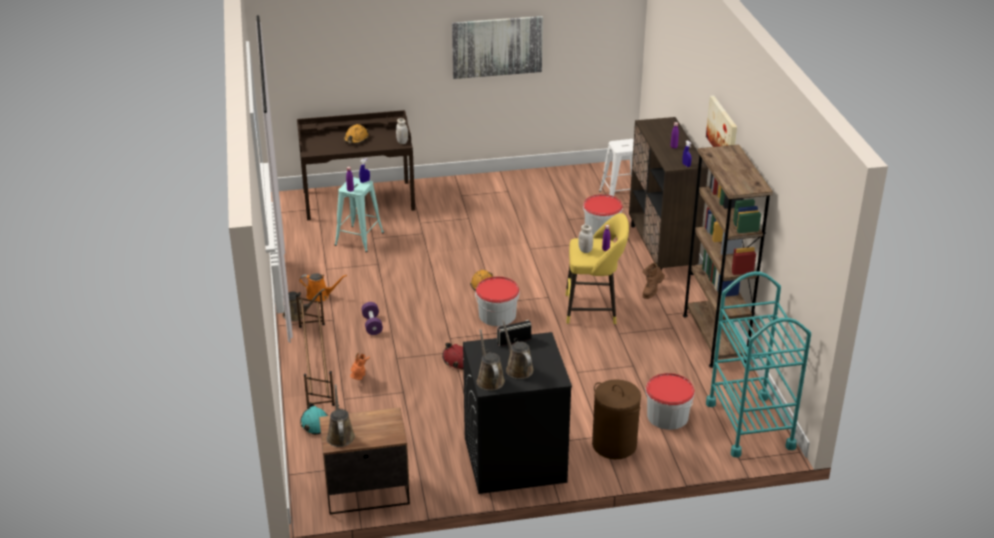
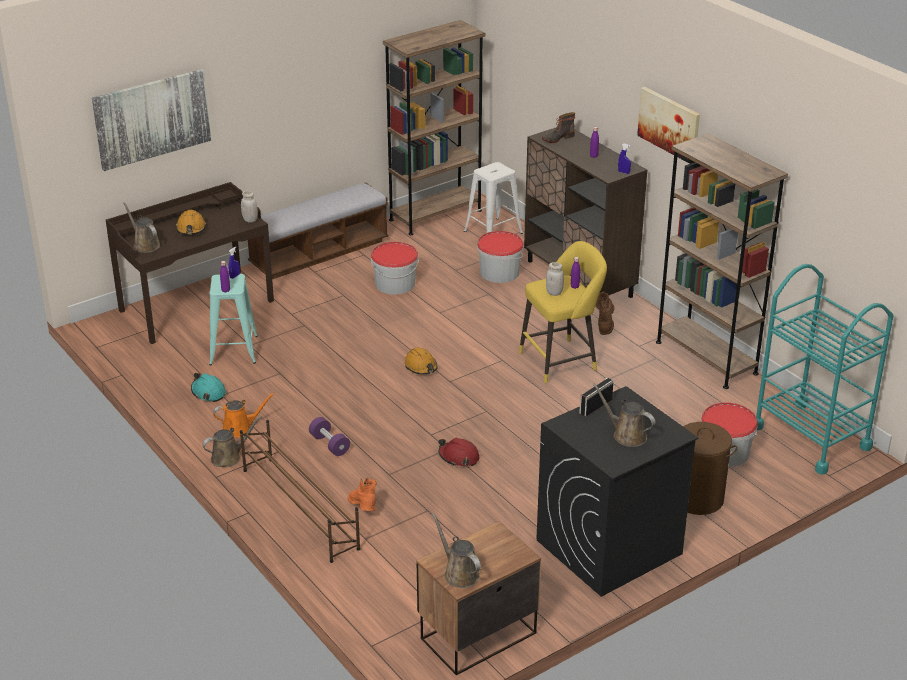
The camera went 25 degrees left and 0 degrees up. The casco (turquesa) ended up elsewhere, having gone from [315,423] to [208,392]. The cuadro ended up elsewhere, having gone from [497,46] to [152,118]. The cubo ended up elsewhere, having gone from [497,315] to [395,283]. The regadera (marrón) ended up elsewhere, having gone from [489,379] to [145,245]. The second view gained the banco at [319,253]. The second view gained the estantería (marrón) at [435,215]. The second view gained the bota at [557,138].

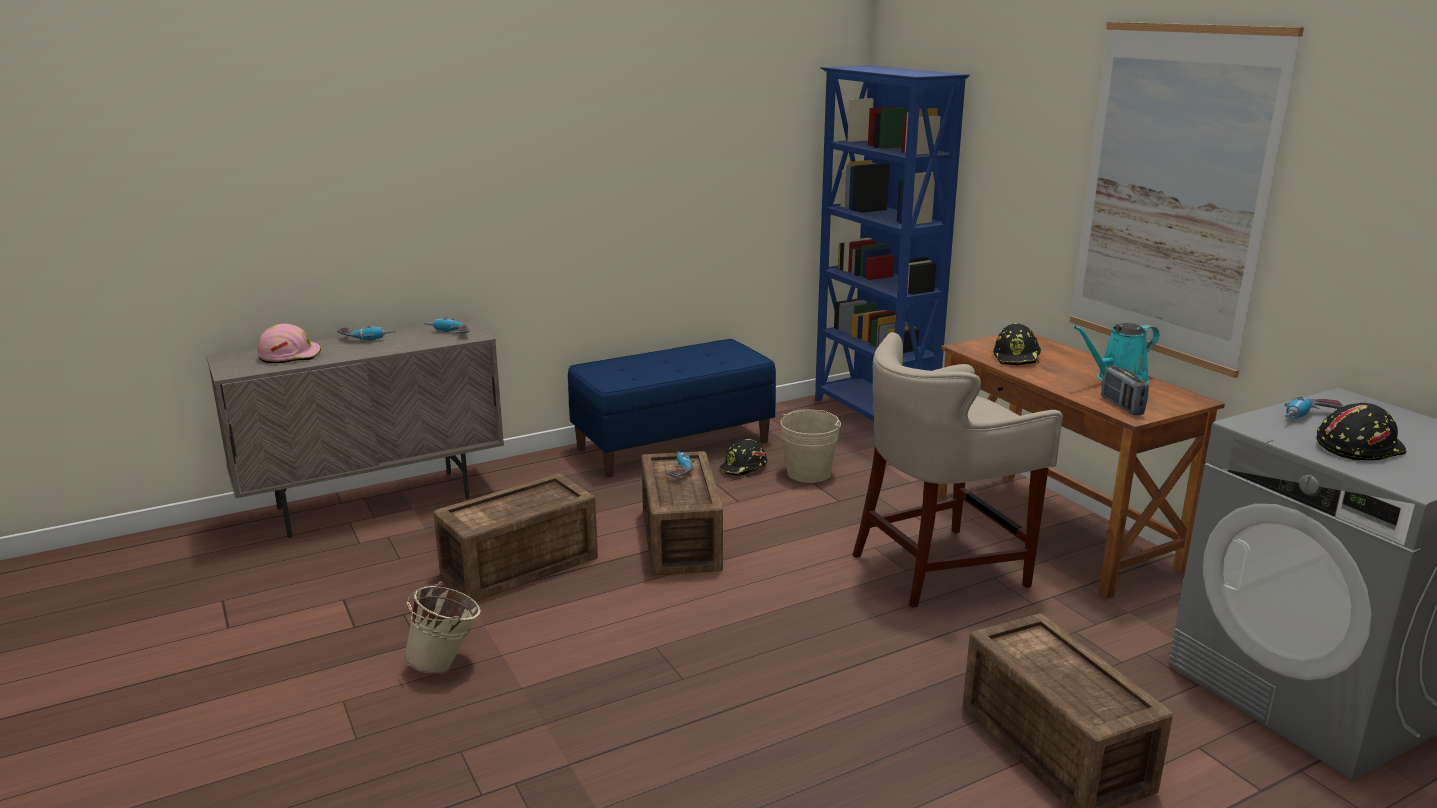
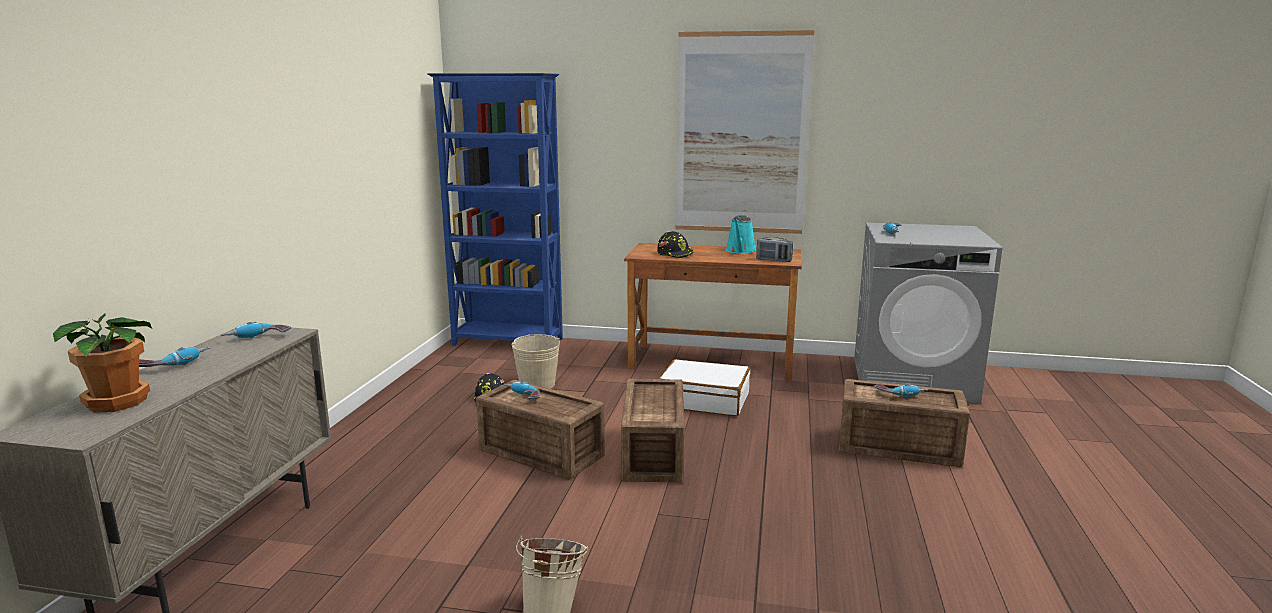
The camera went 50 degrees left and 5 degrees down. Where the casco (rosa) stood at [290,356], the planta en maceta came to stand at [120,402]. The caja de embalaje ended up elsewhere, having gone from [523,566] to [655,453]. The second view lost the banco (azul) at [673,444]. Where the taburete (beis) stood at [940,568], the maleta (blanco) came to stand at [704,400]. The second view lost the casco (negro) at [1357,447]. The second view gained the taladro at [900,394].

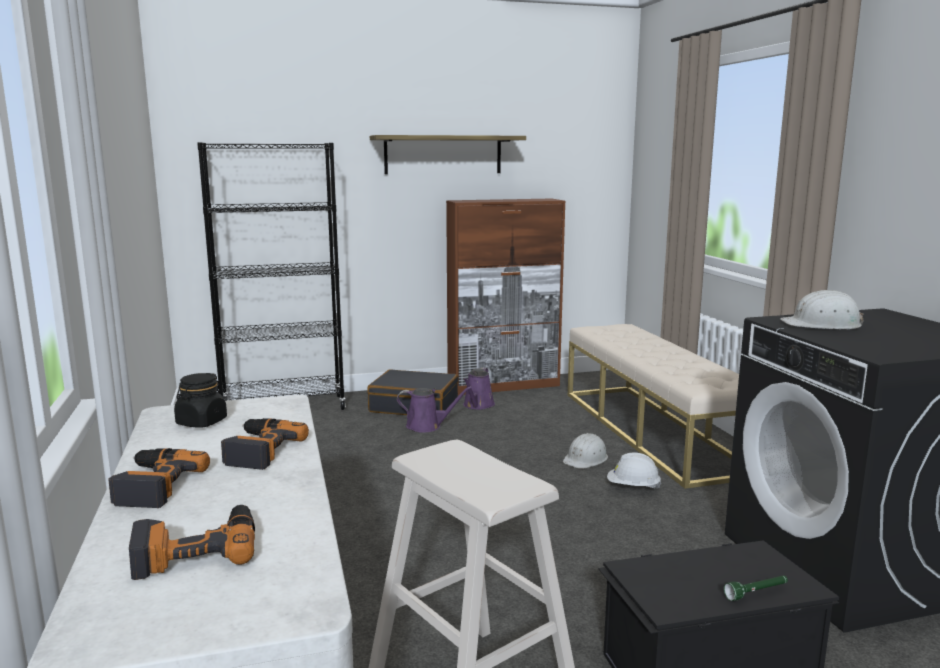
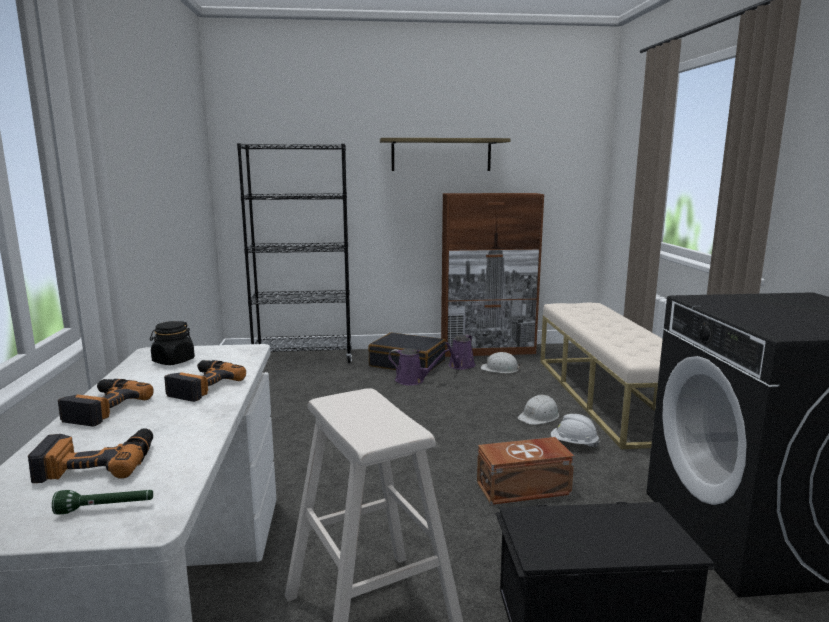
The camera went 10 degrees right and 0 degrees up. The linterna (verde) ended up elsewhere, having gone from [757,593] to [106,508]. The casco (blanco) ended up elsewhere, having gone from [822,324] to [500,369]. The second view gained the caja de almacenaje (marrón) at [525,489].

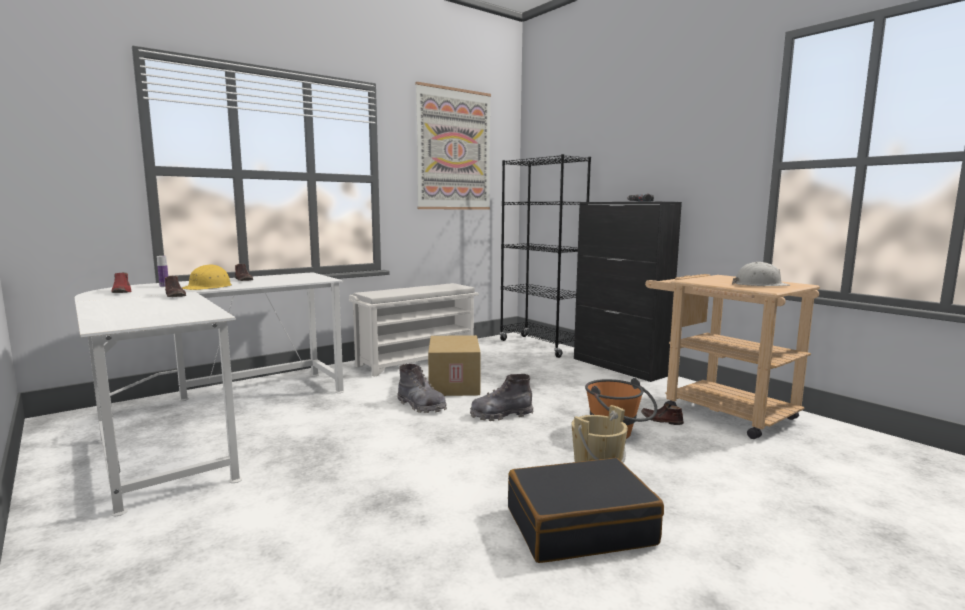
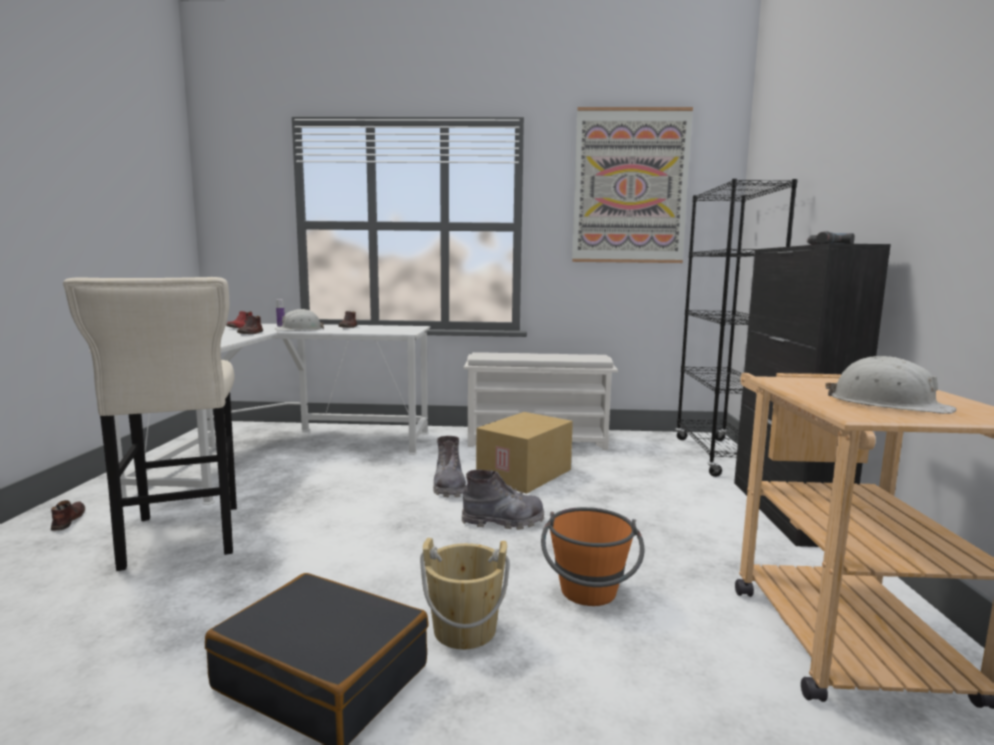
The camera went 40 degrees right and 0 degrees up. What was the casco (amarillo) at [208,287] turned into the casco (blanco) at [299,330]. The bota (gris) at [501,415] ended up facing another way, 150 degrees clockwise from before. The zapato (marrón) ended up elsewhere, having gone from [661,420] to [67,520]. The second view gained the taburete (beis) at [182,539].

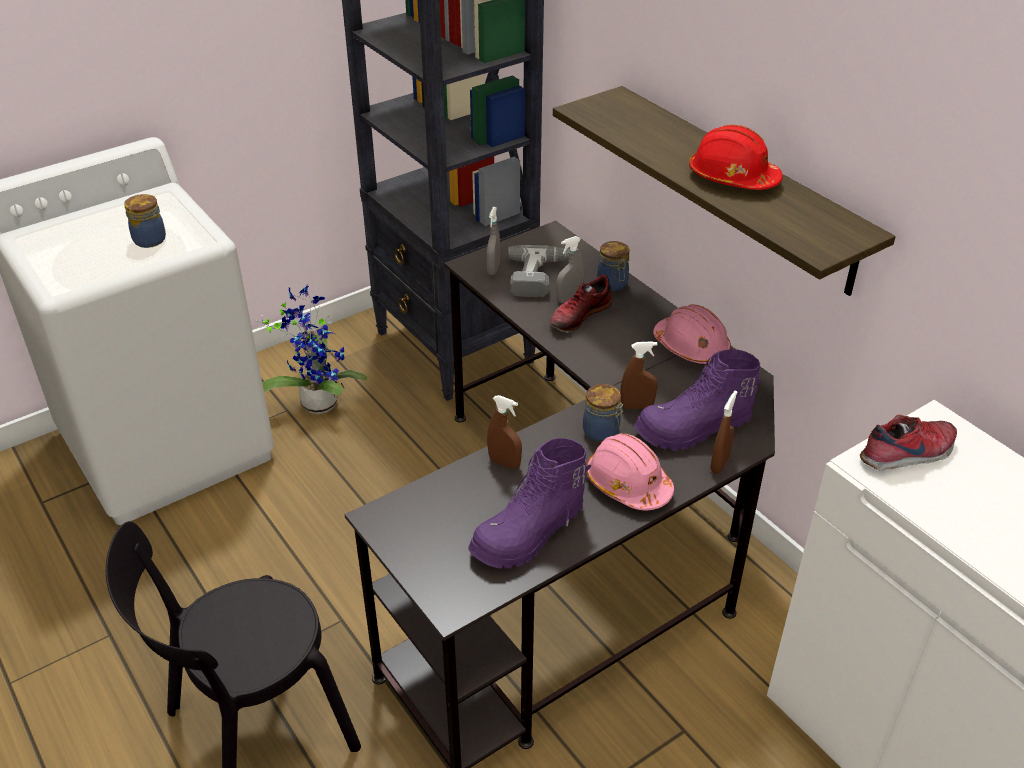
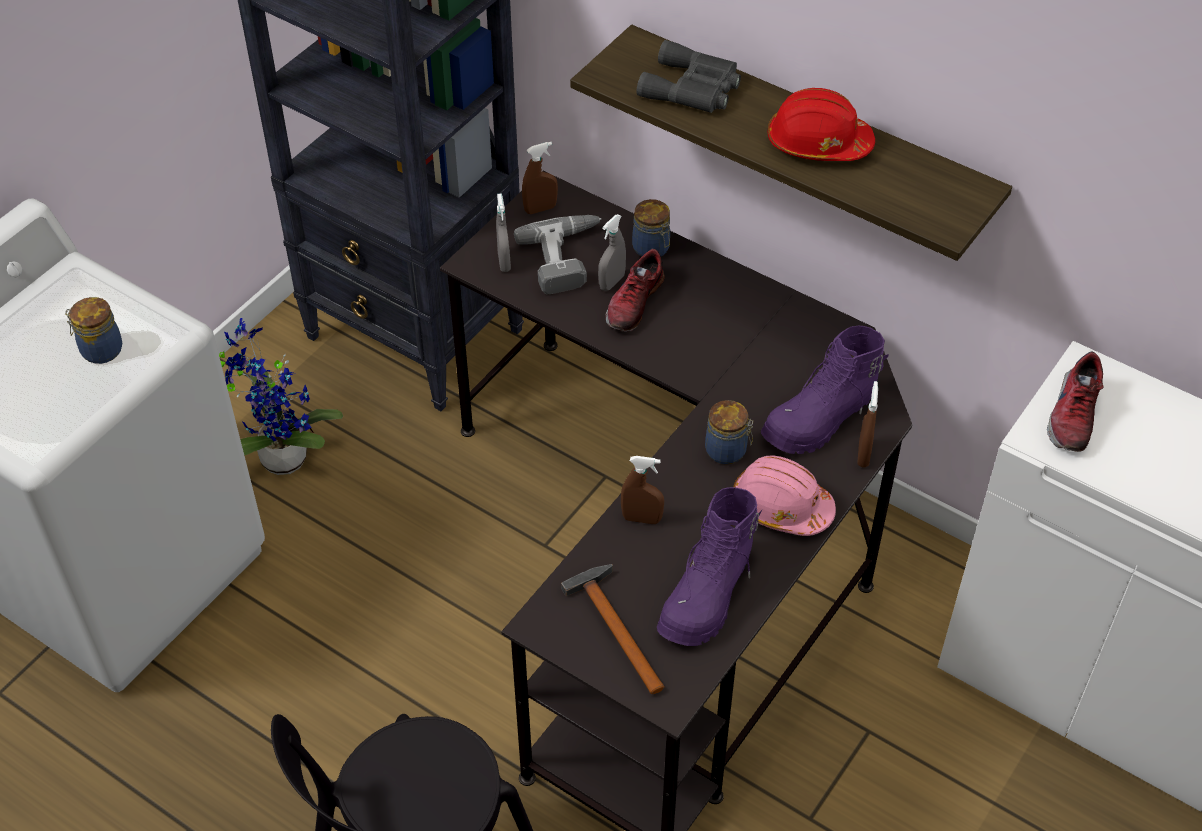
The camera went 20 degrees left and 10 degrees up. The pulverizador (marrón) ended up elsewhere, having gone from [637,406] to [540,209]. The second view lost the casco (rosa) at [691,347]. The zapato at [908,455] ended up facing another way, 150 degrees clockwise from before. The second view gained the martillo at [616,627]. The second view gained the prismáticos (gris) at [693,88].

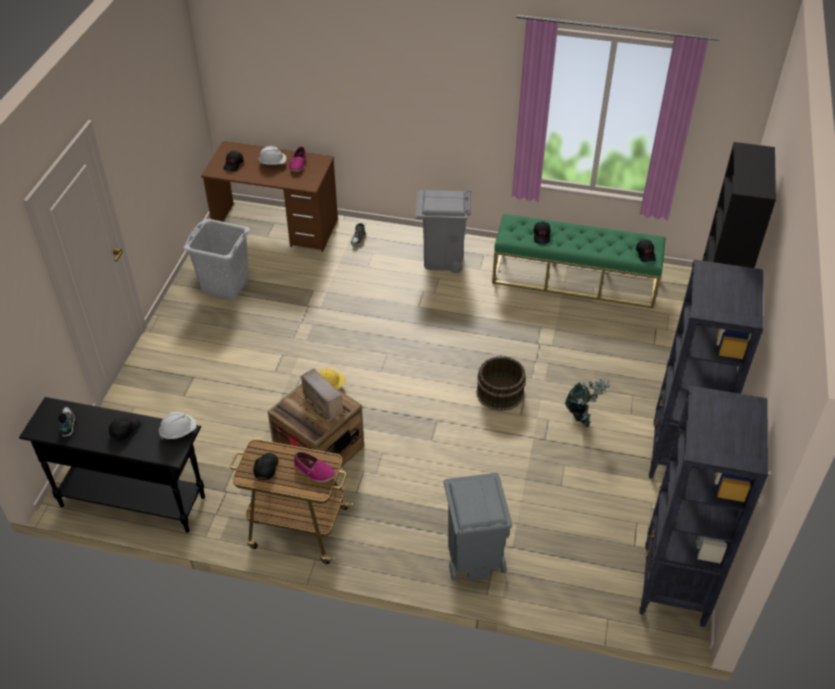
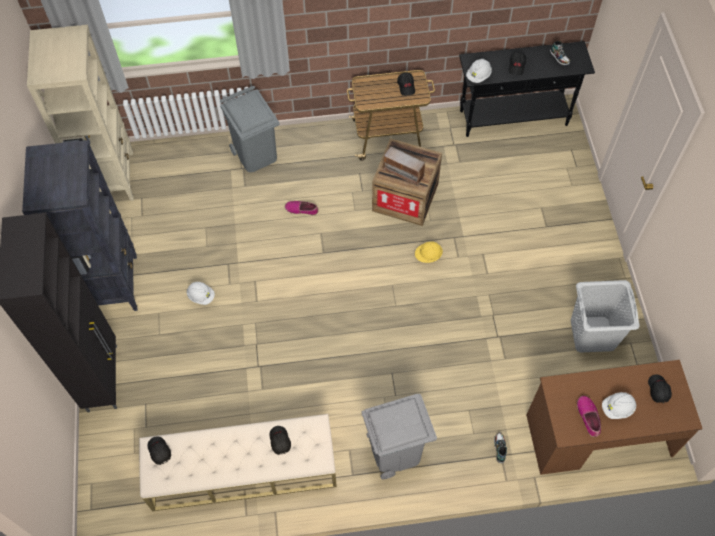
The camera went 160 degrees right and 15 degrees up. The zapato ended up elsewhere, having gone from [314,471] to [301,209]. The second view lost the cubo (marrón) at [500,392]. What was the banco (verde) at [575,279] turned into the banco (beis) at [242,471]. Where the planta en maceta stood at [582,417], the casco (blanco) came to stand at [201,296]. What was the estantería (negro) at [673,586] turned into the estantería (beis) at [110,178].

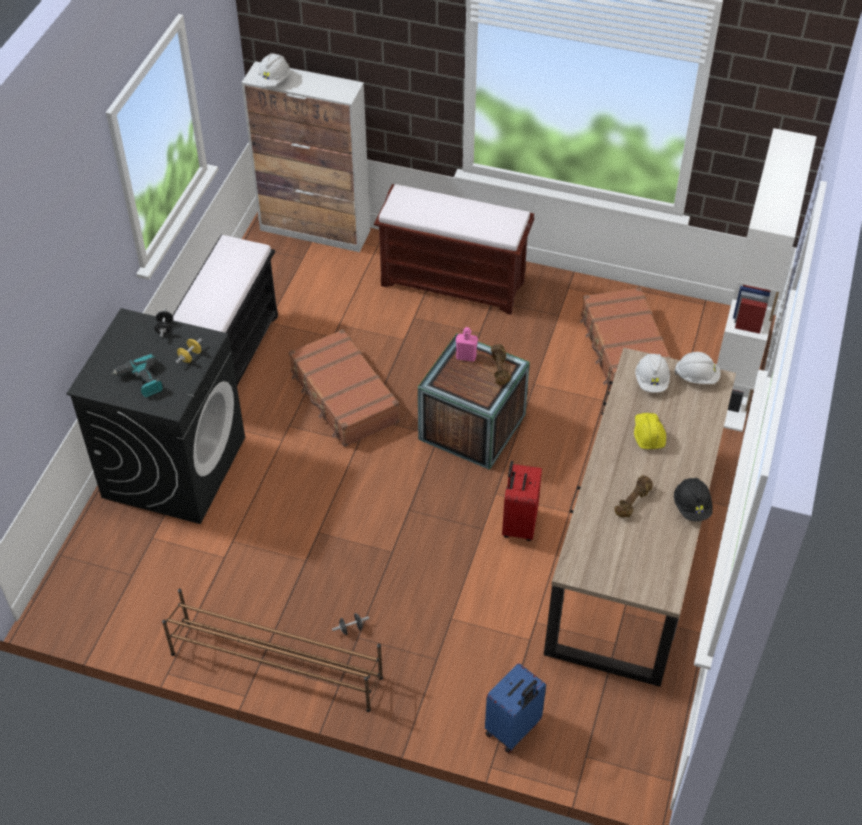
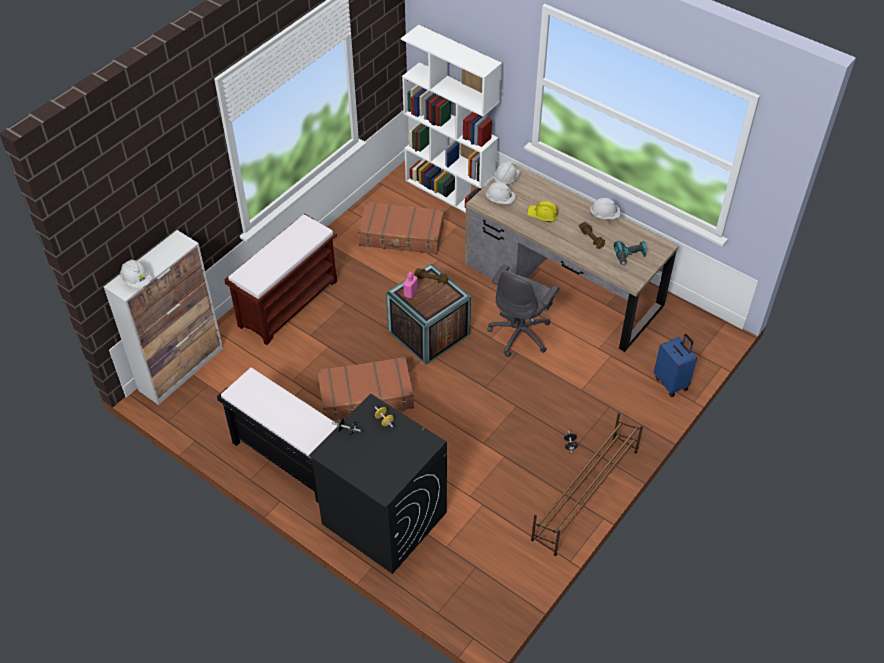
The camera went 70 degrees left and 0 degrees up. The taladro ended up elsewhere, having gone from [141,381] to [630,256]. Where the maleta (rojo) stood at [518,524], the silla de oficina (gris) came to stand at [521,334]. What was the casco (negro) at [691,507] turned into the casco (blanco) at [604,215].

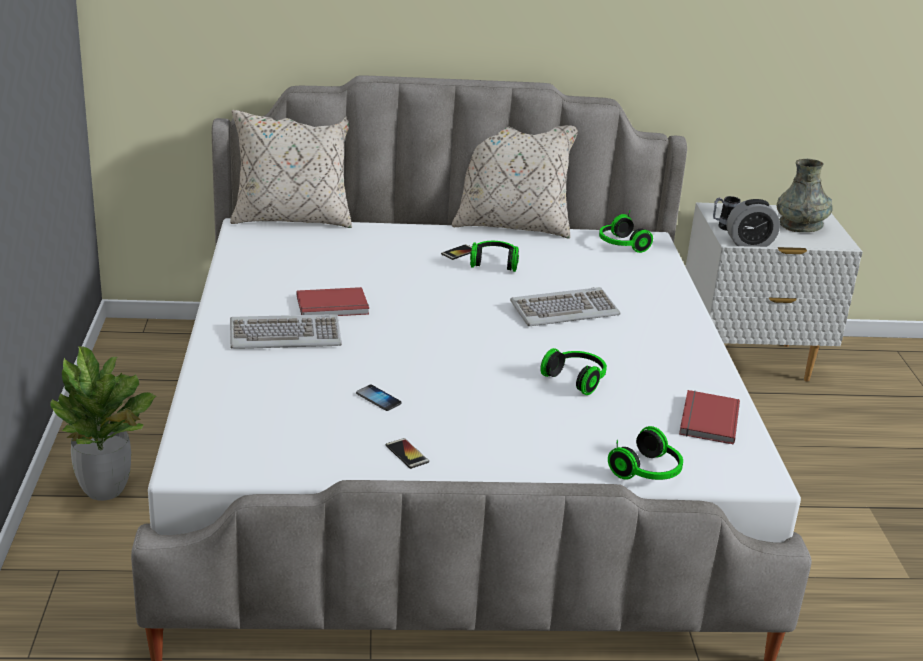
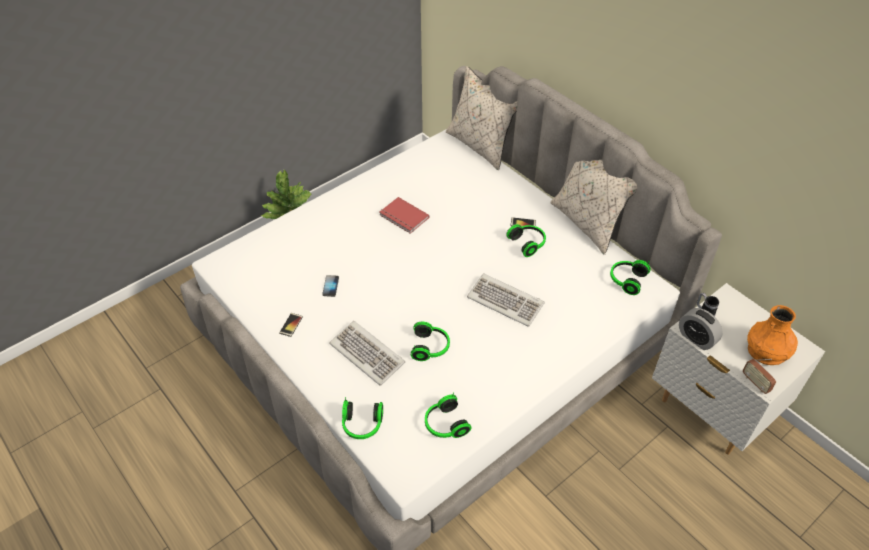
The camera went 55 degrees right and 20 degrees up. The teclado ended up elsewhere, having gone from [285,336] to [367,354]. Where the libro (rojo) stood at [706,420], the auriculares came to stand at [445,424]. What was the florero (gris) at [800,225] turned into the florero (naranja) at [767,351]. The second view gained the radio at [755,383].

